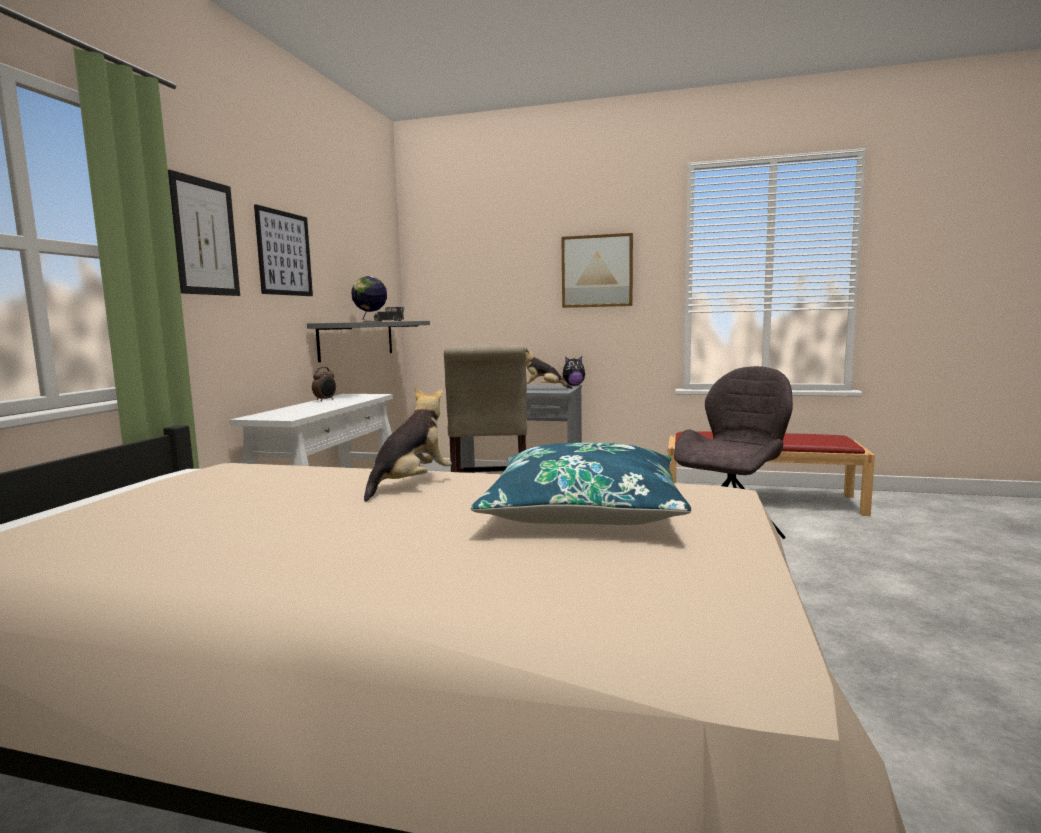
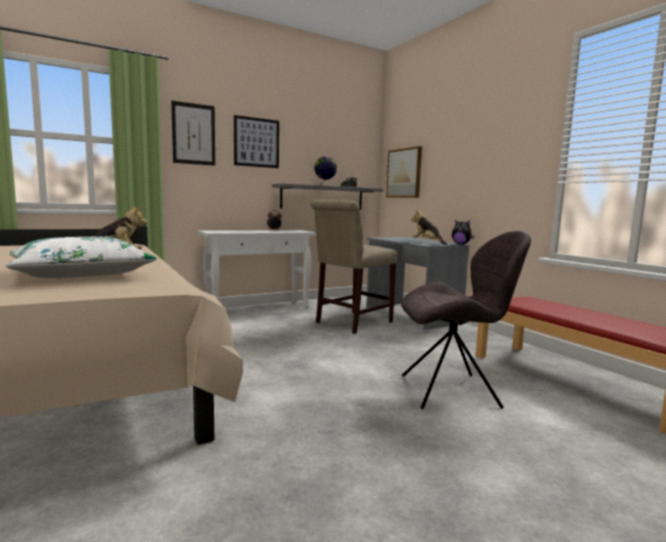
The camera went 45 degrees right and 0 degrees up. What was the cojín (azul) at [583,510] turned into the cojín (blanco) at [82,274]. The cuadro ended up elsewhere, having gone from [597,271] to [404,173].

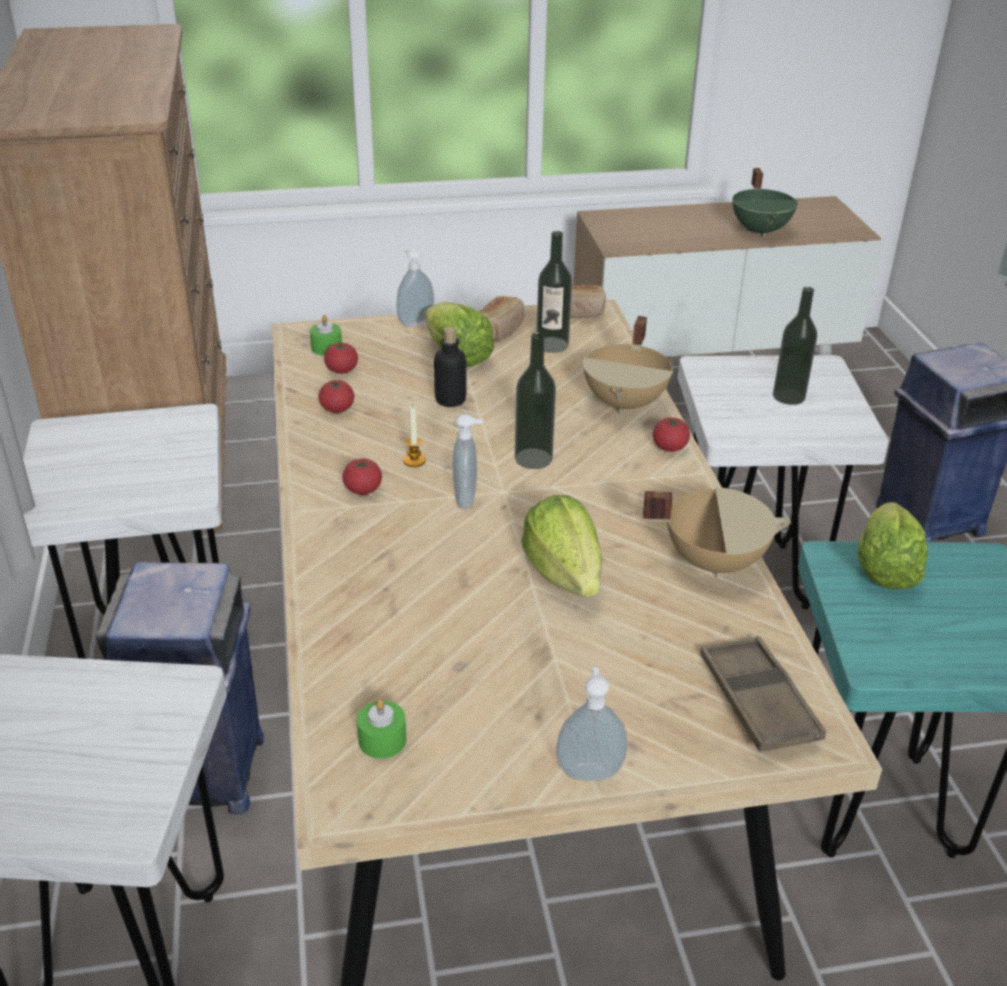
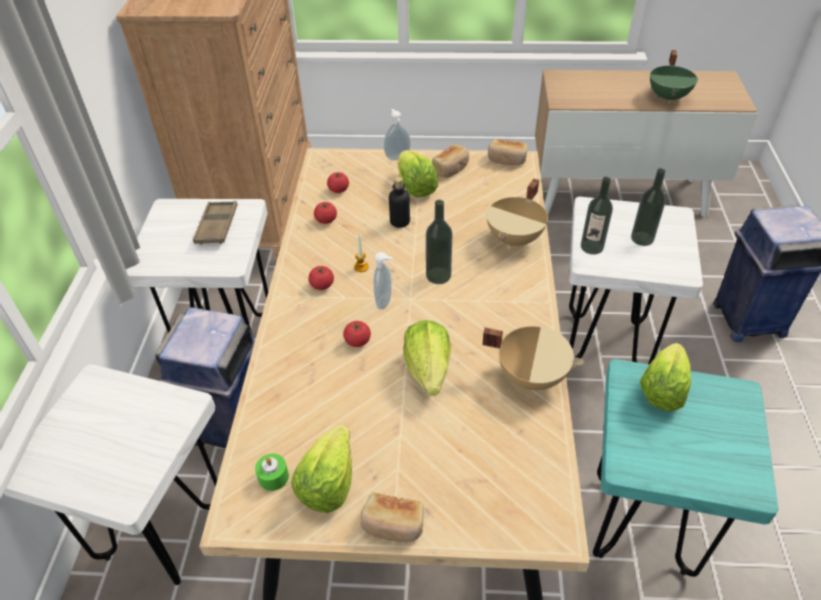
The camera went 15 degrees right and 10 degrees up. The second view lost the vela (verde) at [326,348]. The botella ended up elsewhere, having gone from [552,345] to [592,247]. Where the dispensador de jabón stood at [589,770], the pan came to stand at [393,525]. The tomate ended up elsewhere, having gone from [669,447] to [357,341]. The bandeja (marrón) ended up elsewhere, having gone from [757,701] to [217,226]. The second view gained the lechuga at [328,483].

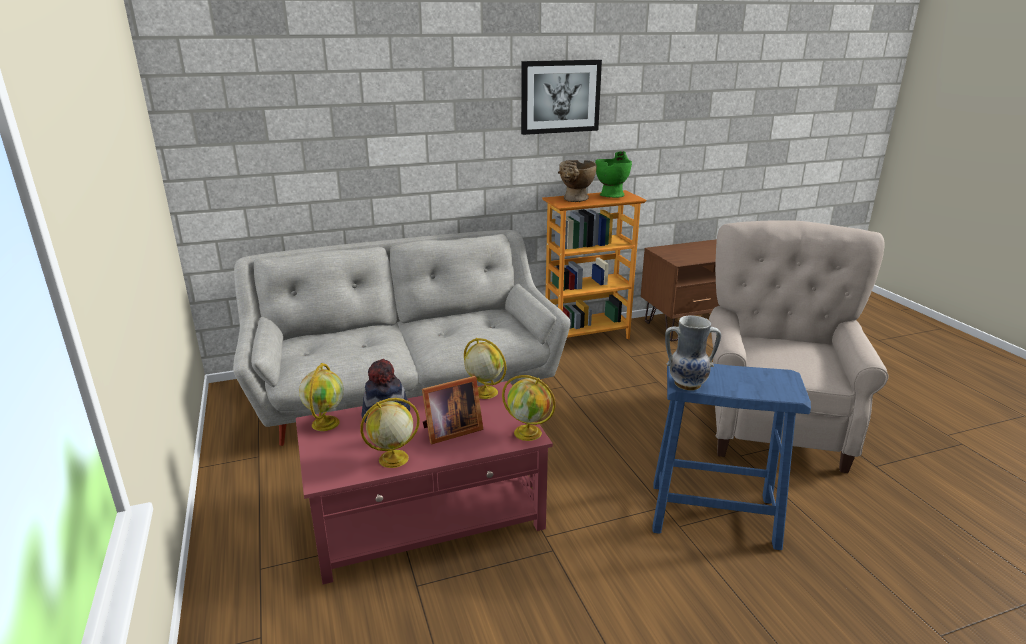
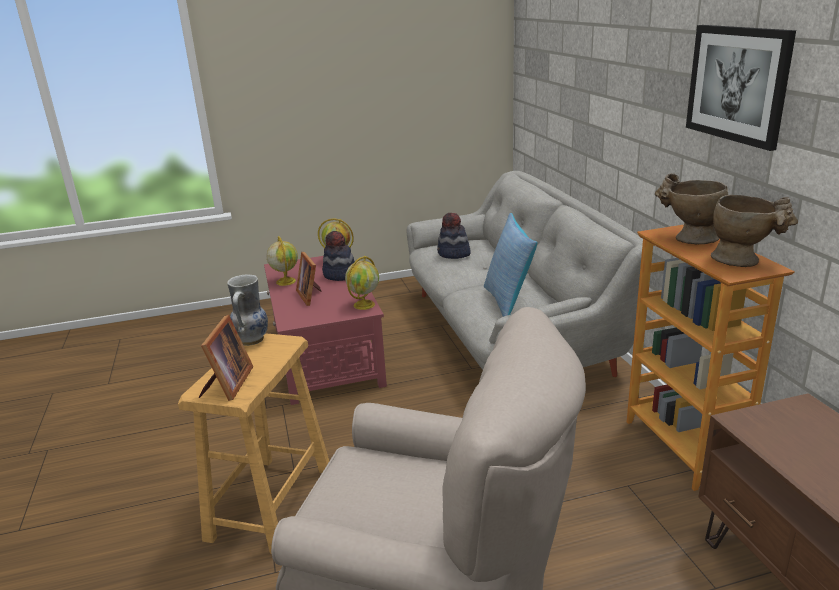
The camera went 95 degrees right and 0 degrees up. The second view lost the globo terráqueo at [528,433]. What was the florero (verde) at [612,195] turned into the florero (beis) at [743,261]. What was the taburete (azul) at [712,514] turned into the taburete (beis) at [271,503]. The second view gained the portarretratos at [227,385]. The second view gained the sombrero at [453,254]. The second view gained the cojín at [509,302].

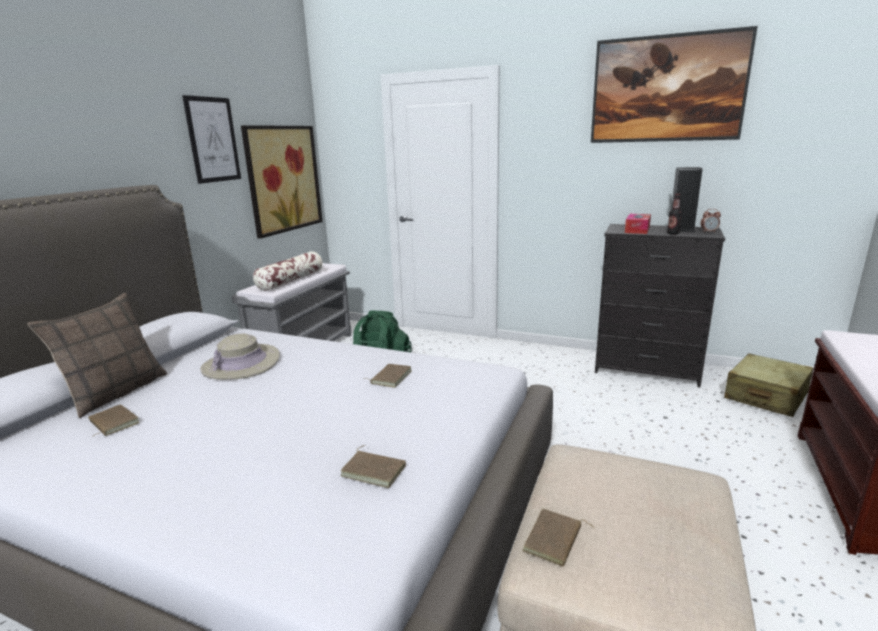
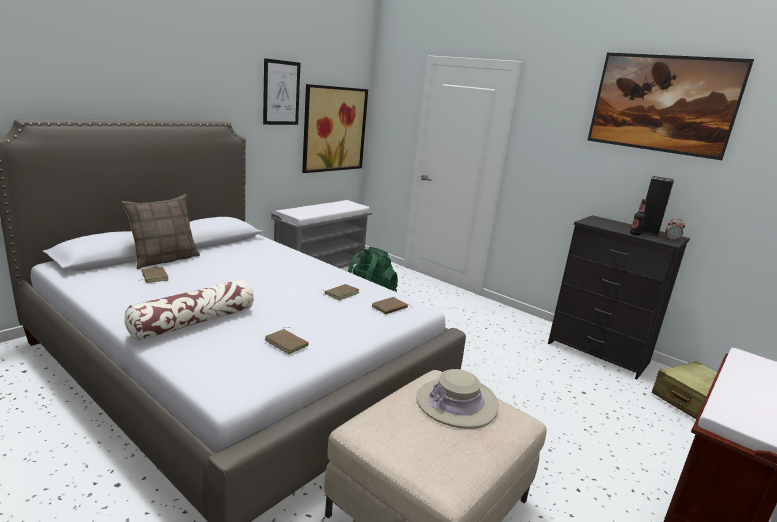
The camera went 15 degrees right and 0 degrees up. The sombrero (beis) ended up elsewhere, having gone from [241,364] to [456,403]. The cojín ended up elsewhere, having gone from [291,280] to [194,322]. The libro (marrón) ended up elsewhere, having gone from [554,540] to [390,308]. The second view lost the caja de pañuelos at [637,230].

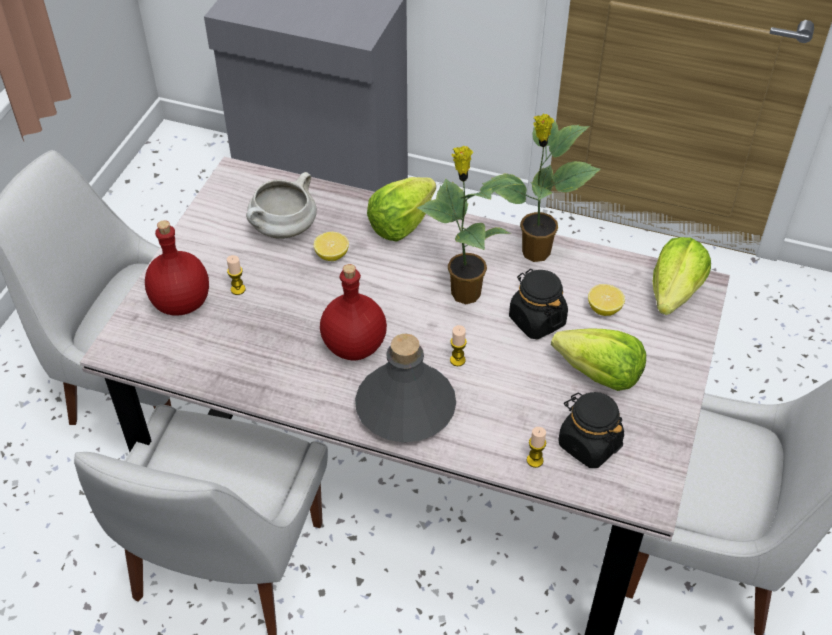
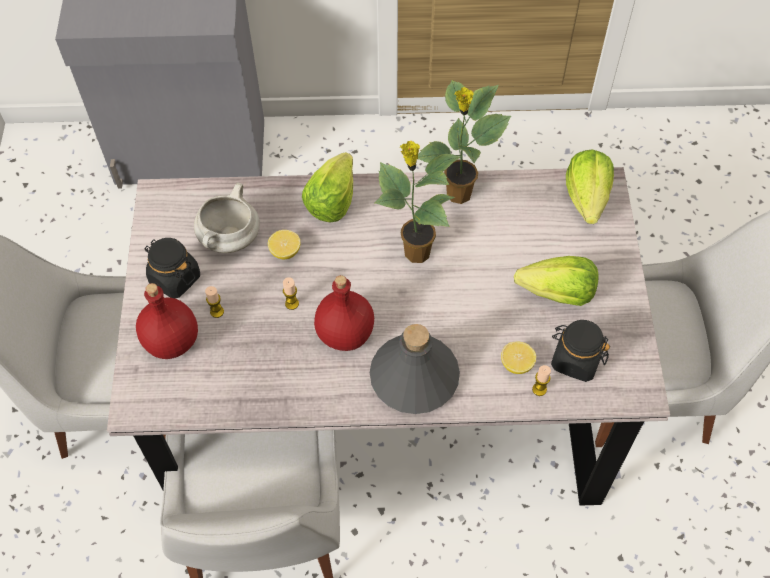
The camera went 20 degrees left and 10 degrees up. The vela ended up elsewhere, having gone from [457,360] to [292,303]. The tarro (negro) ended up elsewhere, having gone from [536,320] to [174,278]. The limón ended up elsewhere, having gone from [604,309] to [516,364].

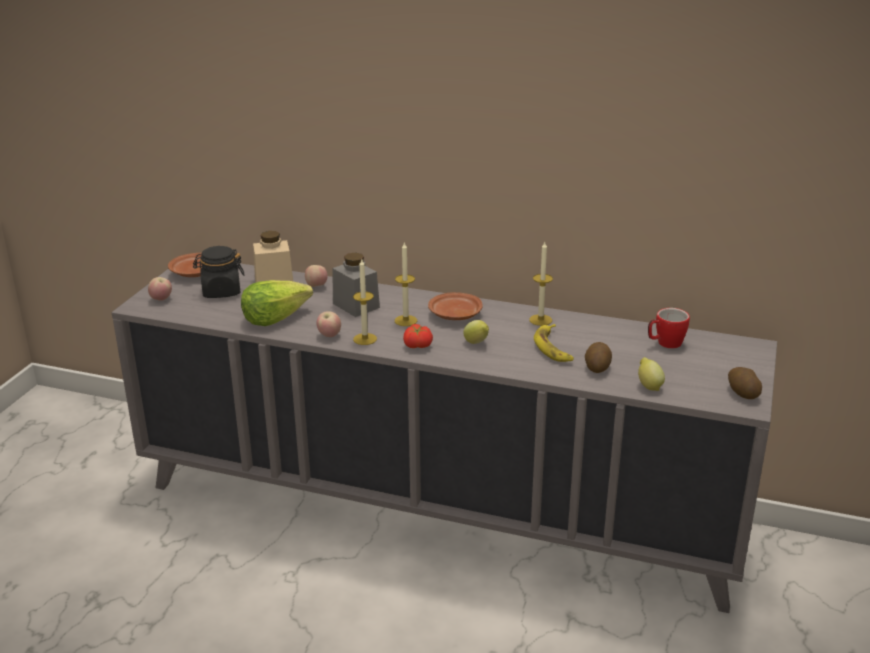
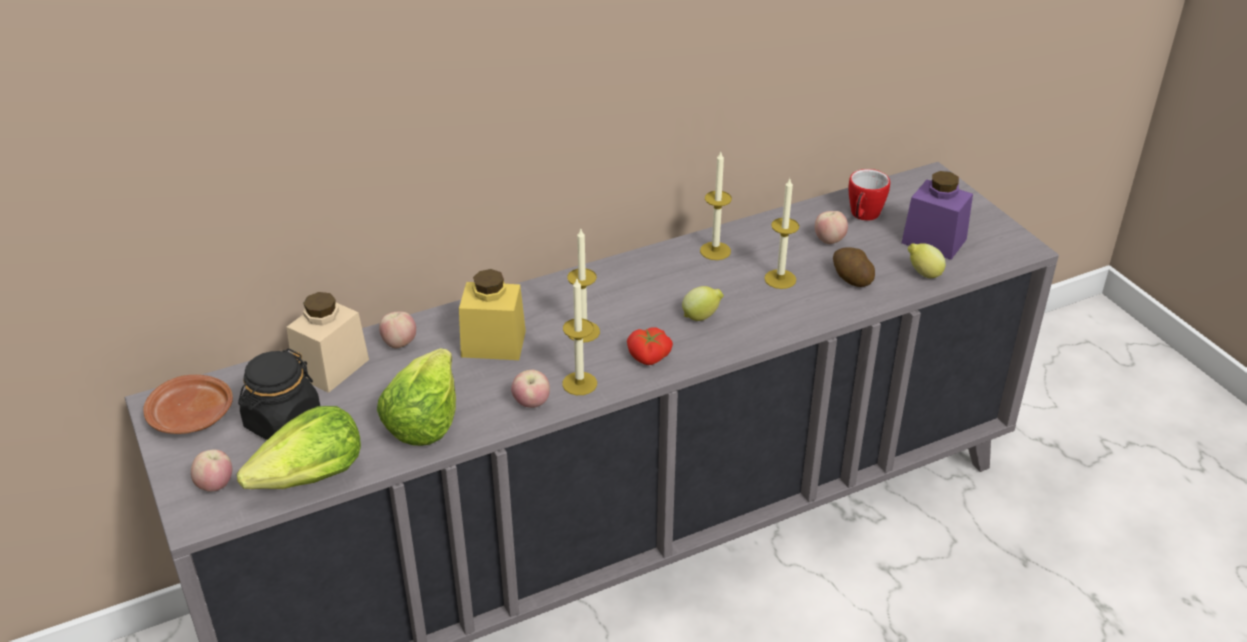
The camera went 45 degrees left and 10 degrees up. What was the tarro (gris) at [356,305] turned into the tarro (amarillo) at [493,344]. The second view lost the plato (marrón) at [454,315]. Where the plátano stood at [553,348], the vela came to stand at [780,279]. The second view lost the patata at [742,393]. The second view gained the lechuga at [311,477]. The second view gained the manzana at [829,241]. The second view gained the tarro (morado) at [934,241].

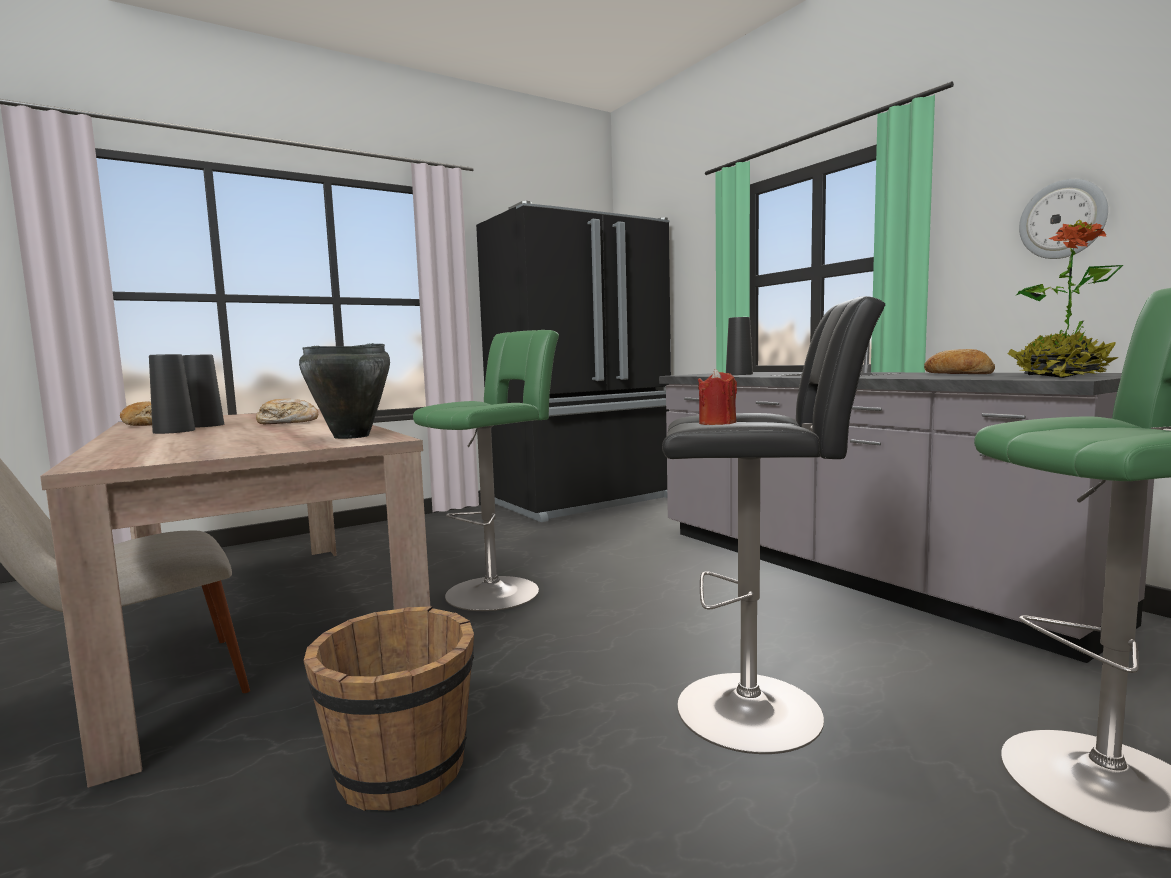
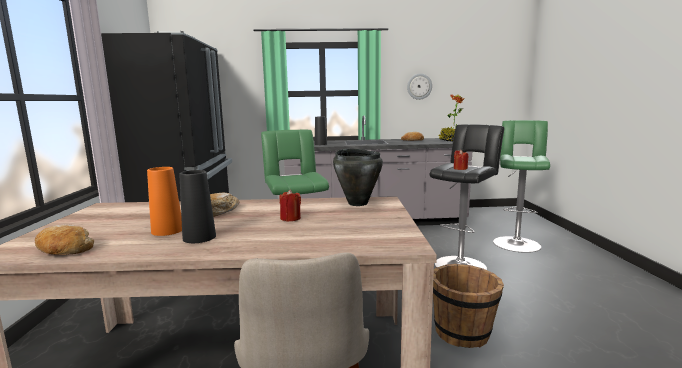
The camera went 60 degrees left and 5 degrees up. What was the florero (negro) at [205,425] turned into the florero (naranja) at [167,230]. The second view gained the vela (rojo) at [290,218].

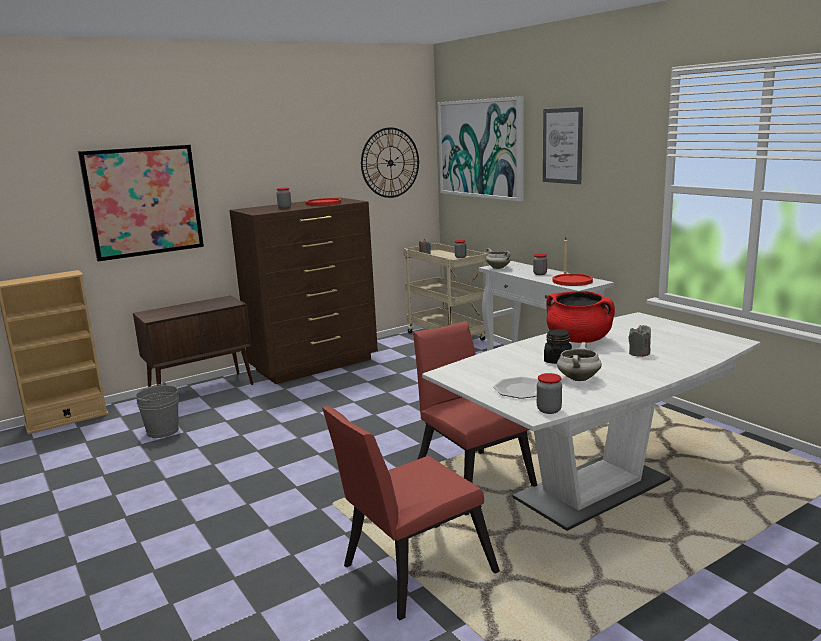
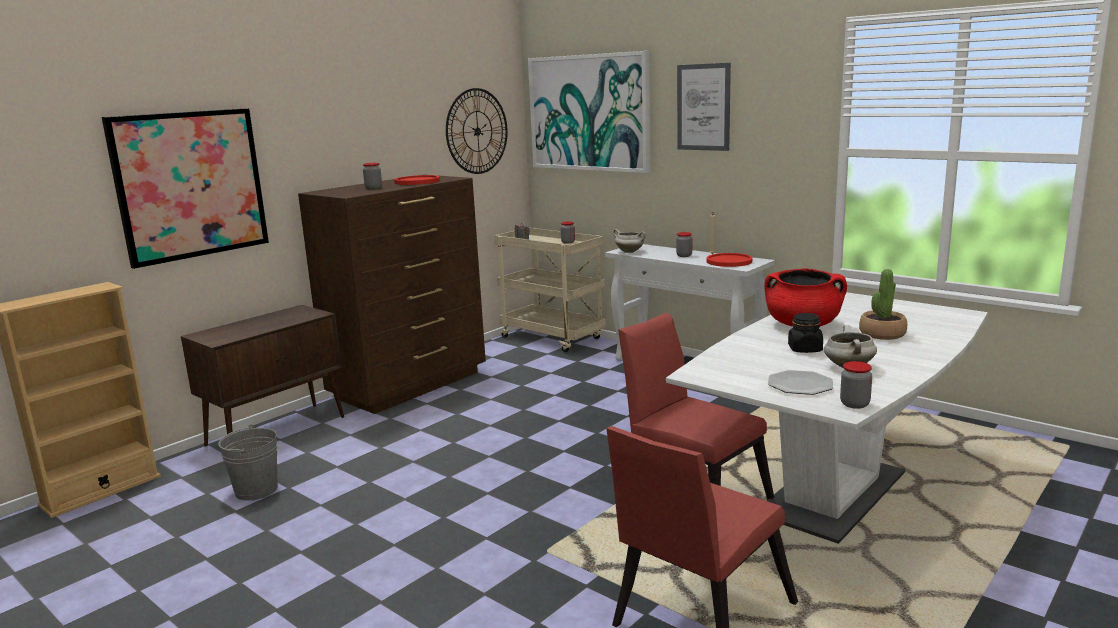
The camera went 15 degrees left and 0 degrees up. Where the vela (gris) stood at [639,353], the planta en maceta came to stand at [882,334].

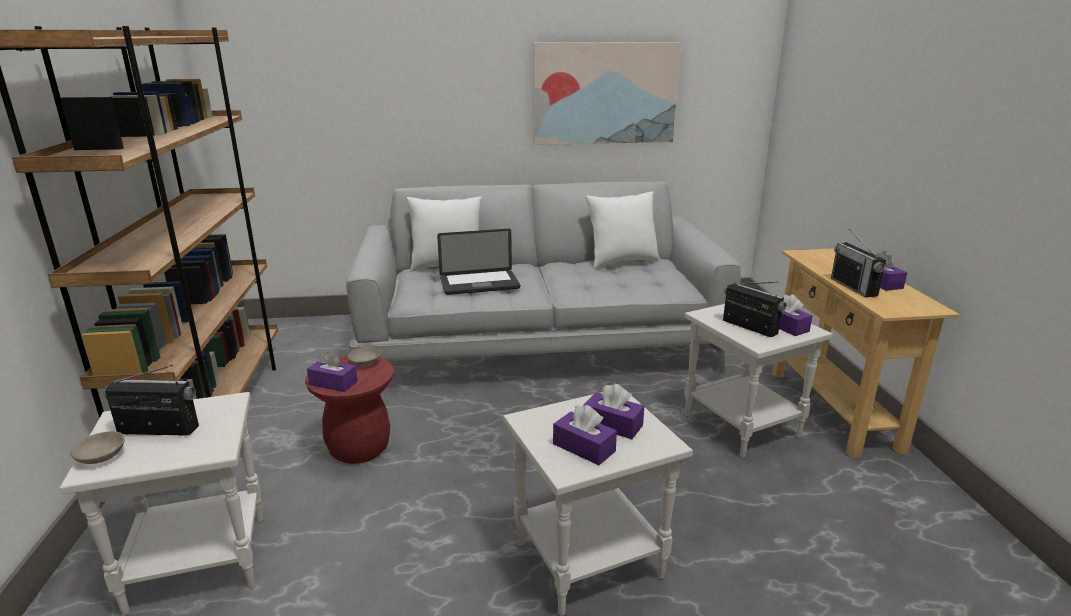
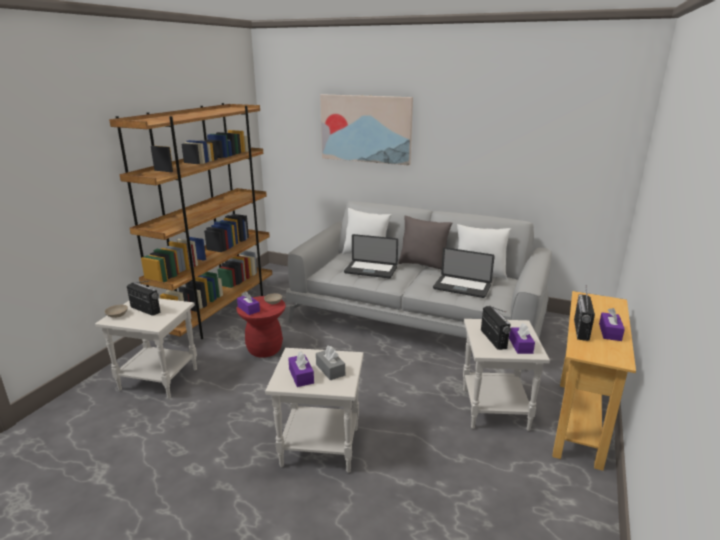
The camera went 30 degrees right and 0 degrees up. The cuadro ended up elsewhere, having gone from [604,93] to [366,129]. What was the caja de pañuelos (morado) at [612,425] turned into the caja de pañuelos (gris) at [330,370]. The second view gained the cojín (gris) at [423,265]. The second view gained the portátil at [462,287].

